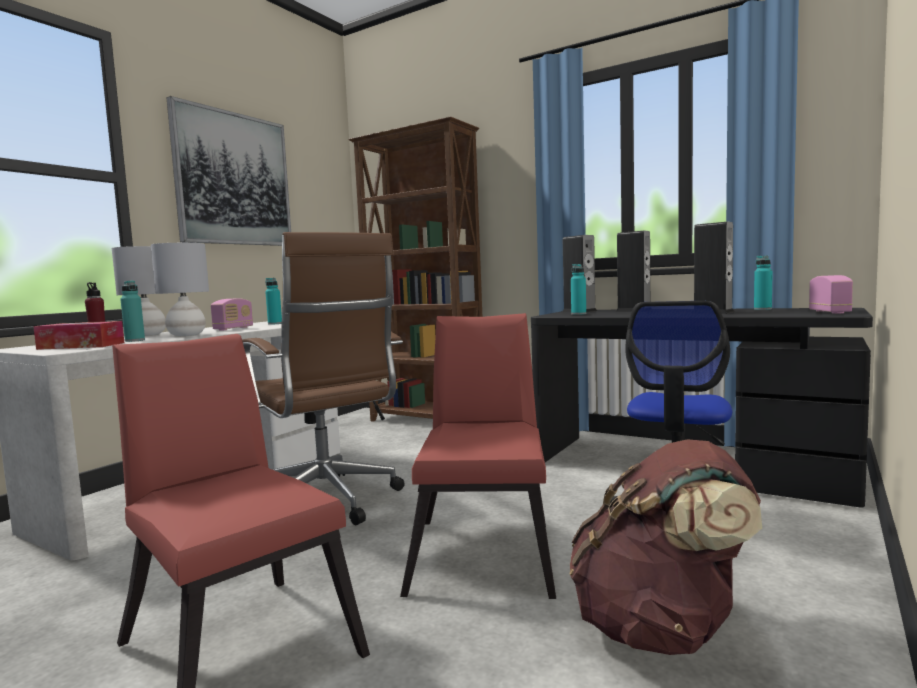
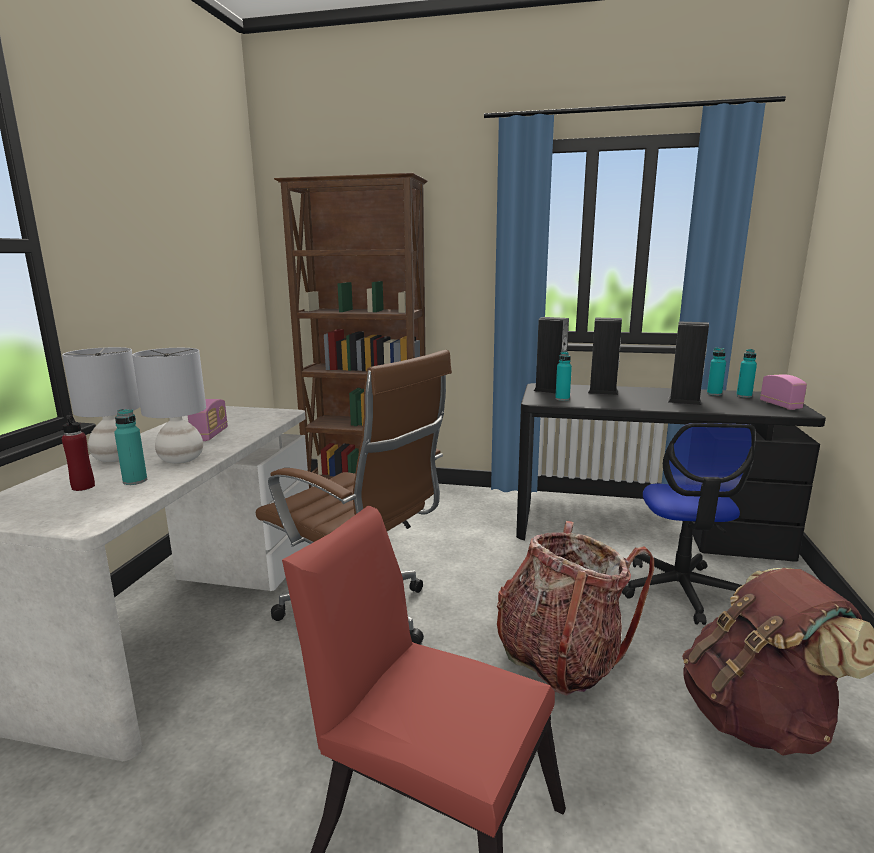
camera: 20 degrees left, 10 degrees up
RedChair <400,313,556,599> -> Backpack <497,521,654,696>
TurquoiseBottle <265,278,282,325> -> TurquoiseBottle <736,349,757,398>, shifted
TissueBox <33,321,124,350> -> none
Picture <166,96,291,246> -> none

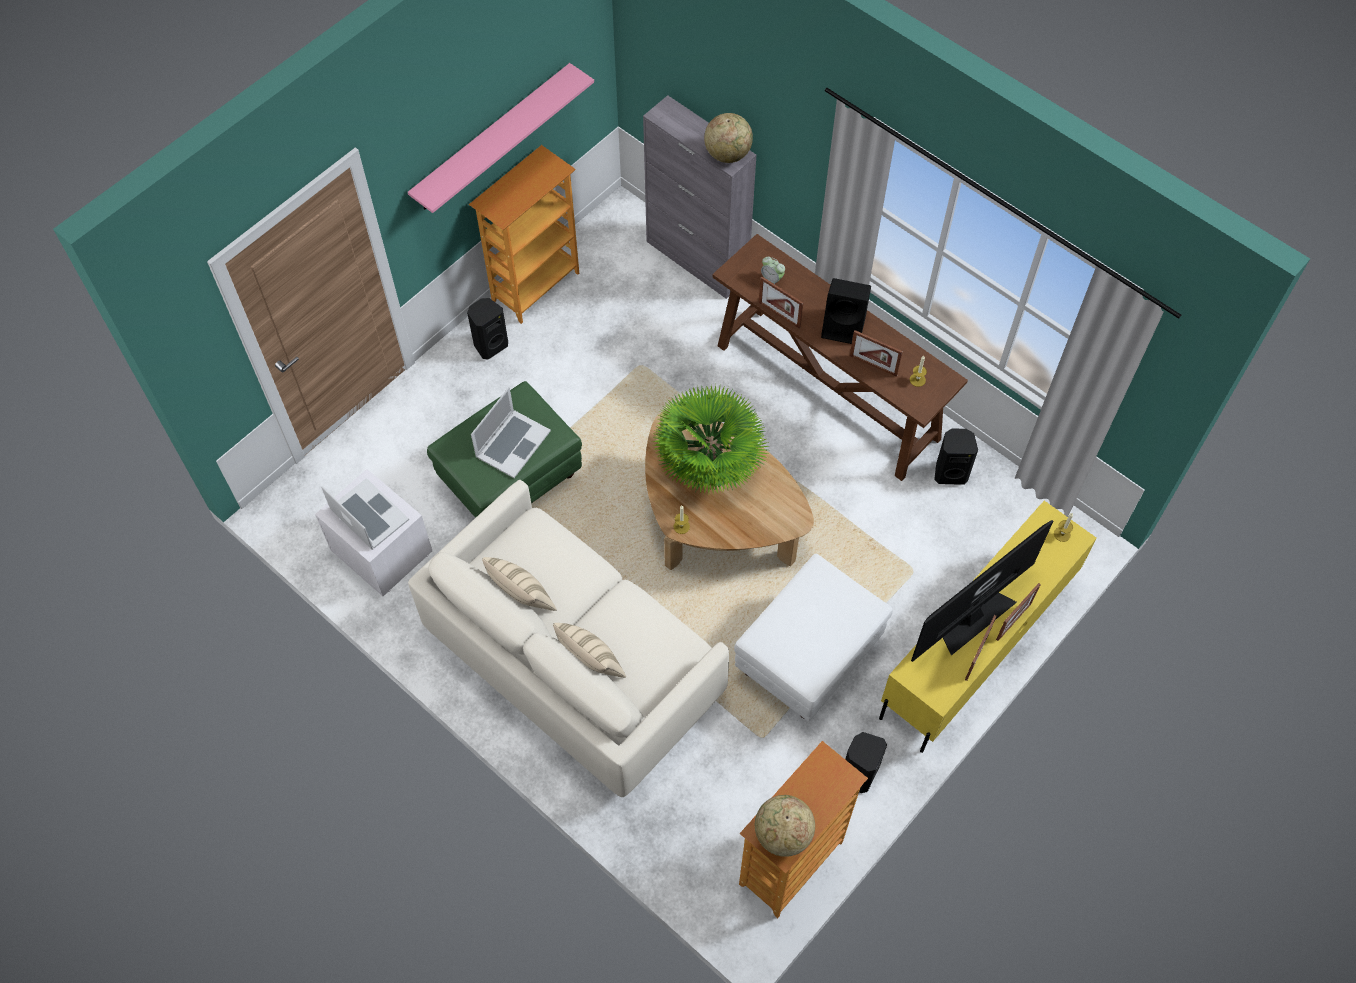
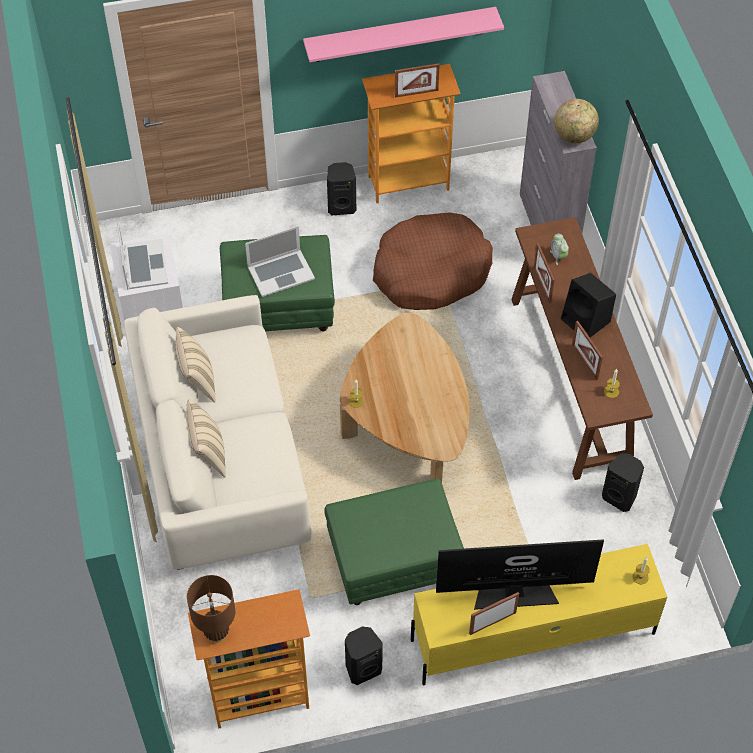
camera: 35 degrees right, 5 degrees down
Globe <755,795,815,857> -> BrownTableLamp <187,575,235,643>
WhiteOttoman <734,554,893,722> -> GreenOttoman <324,478,464,605>
none -> BrownDogBed <373,213,493,310>
PictureFrame <996,583,1041,641> -> PictureFrame <395,63,440,98>, shifted
PottedPlant <652,385,769,494> -> none

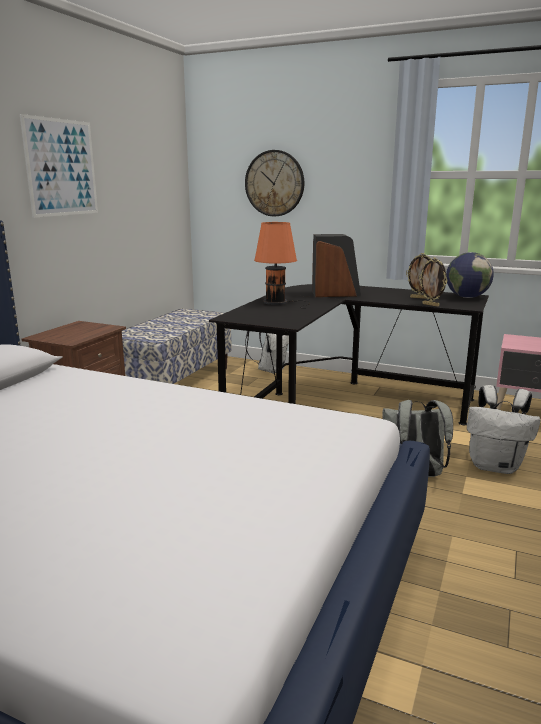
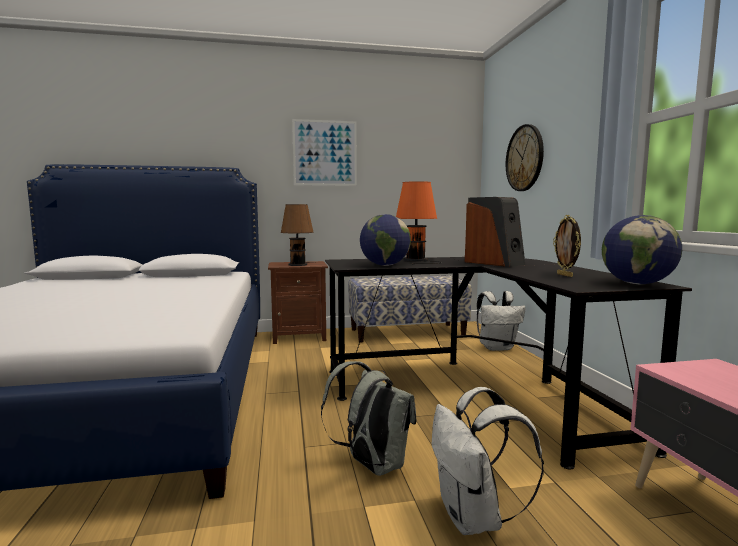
camera: 55 degrees right, 10 degrees down
none -> BrownTableLamp <280,204,315,266>
none -> Globe <360,214,411,266>
PictureFrame <419,257,448,307> -> none

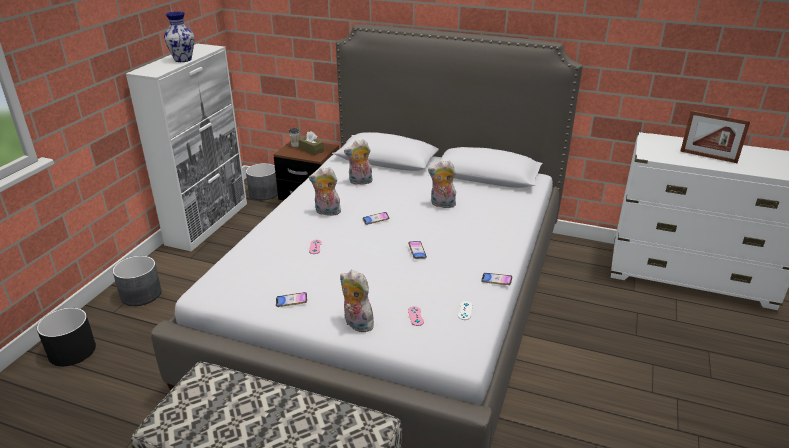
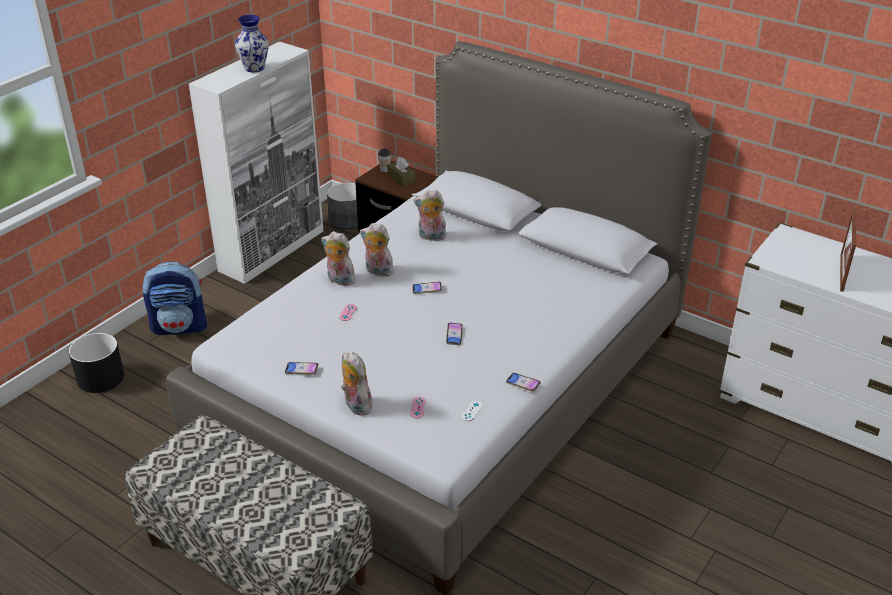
camera: 15 degrees right, 5 degrees up
GreyPlanter <113,256,161,306> -> Backpack <143,261,207,335>
PlushToy <428,161,456,208> -> PlushToy <321,231,359,286>, shifted
PictureFrame <680,110,751,163> -> PictureFrame <840,210,856,292>, 60 degrees clockwise

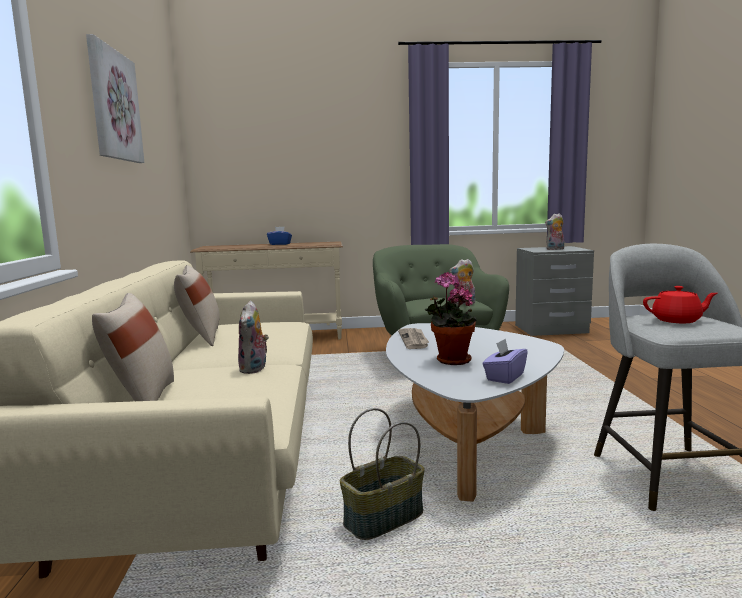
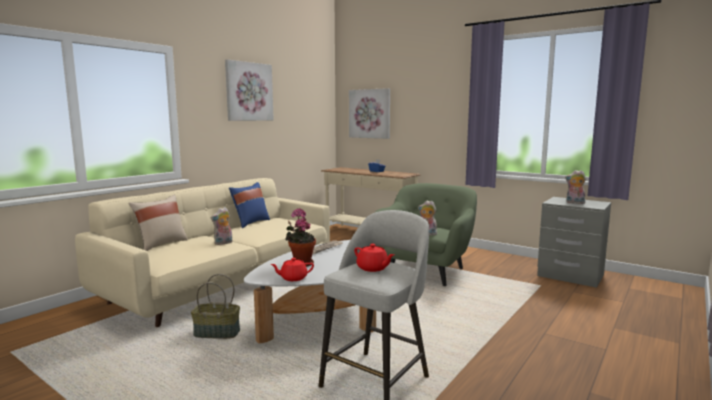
camera: 40 degrees right, 0 degrees up
BeigePillow <174,265,220,346> -> BluePillow <229,182,270,228>
PurpleTissueBox <483,339,528,384> -> RedTeapot <270,258,314,281>
none -> Picture <349,88,390,139>

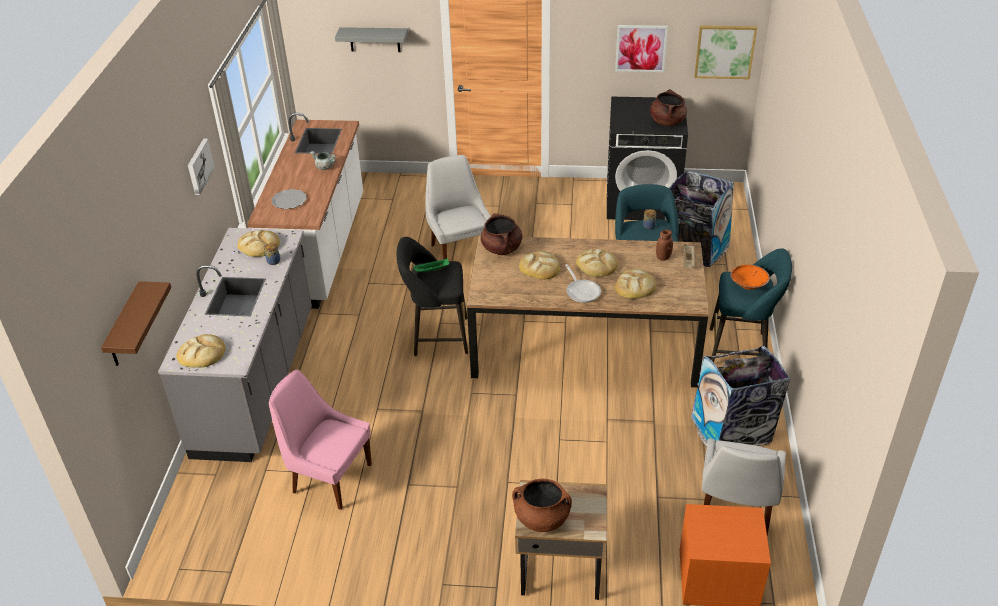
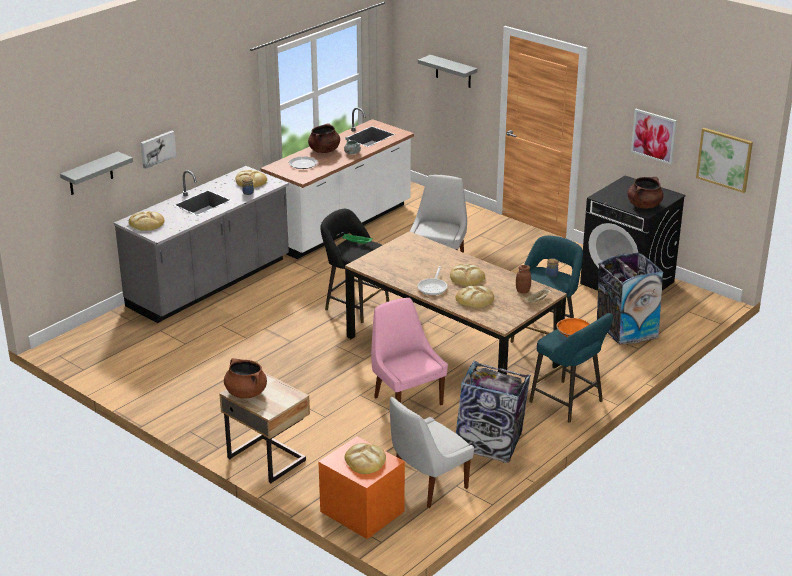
camera: 35 degrees right, 10 degrees down
BrownShelf <101,281,171,366> -> GreyShelf <60,151,133,195>
Picture <188,139,215,195> -> Picture <141,131,176,169>, shifted
BrownCookingPot <481,213,522,255> -> BrownCookingPot <308,123,340,153>, shifted
Bread <519,251,560,280> -> Bread <345,443,386,474>, shifted
PinkChair <269,370,372,510> -> PinkChair <371,298,448,405>, shifted

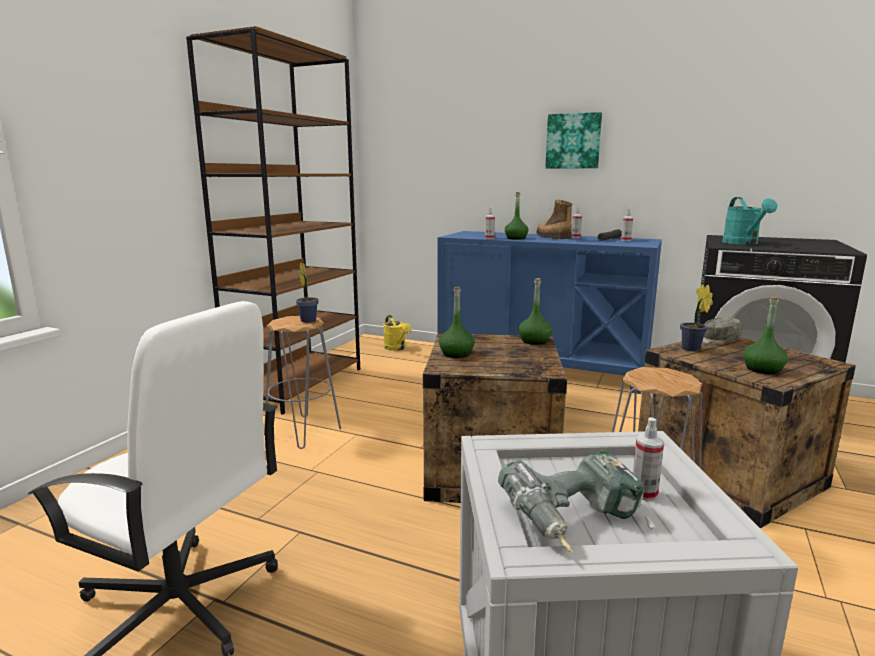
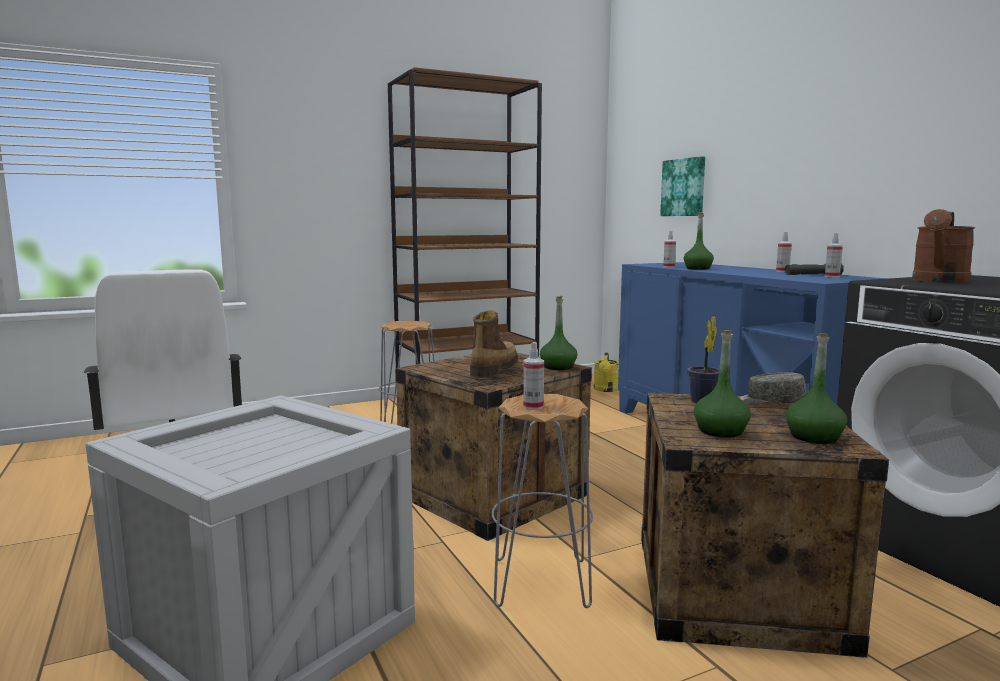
camera: 40 degrees right, 5 degrees down
Boot <536,200,572,239> -> Boot <470,310,518,378>, shifted
SprayBottle <633,417,664,501> -> SprayBottle <523,342,544,410>, shifted
Picture <545,112,602,169> -> Picture <660,156,705,216>, shifted
GreenBottle <439,287,475,358> -> GreenBottle <786,333,847,444>, shifted
TurquoiseWateringCan <722,197,777,245> -> BrownWateringCan <912,209,976,283>
PottedPlant <296,261,319,323> -> none
PowerDrill <498,451,655,553> -> none

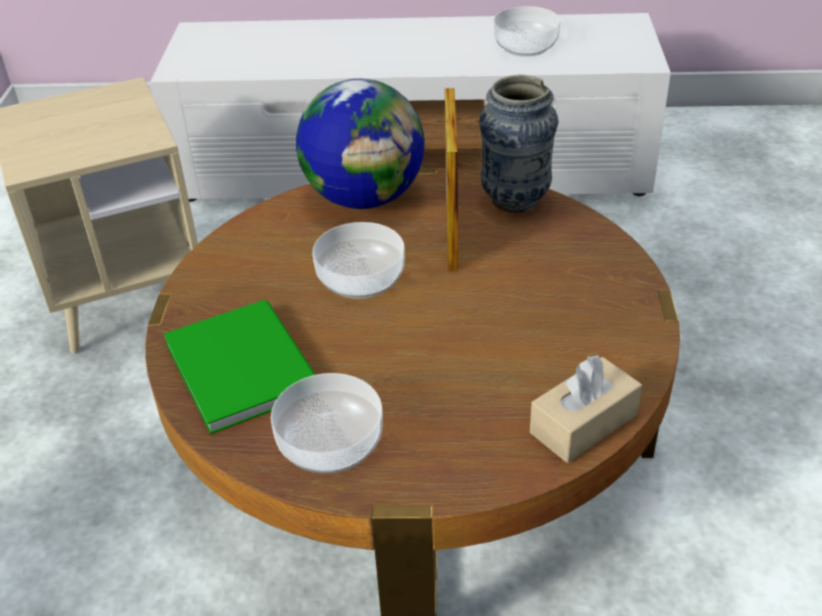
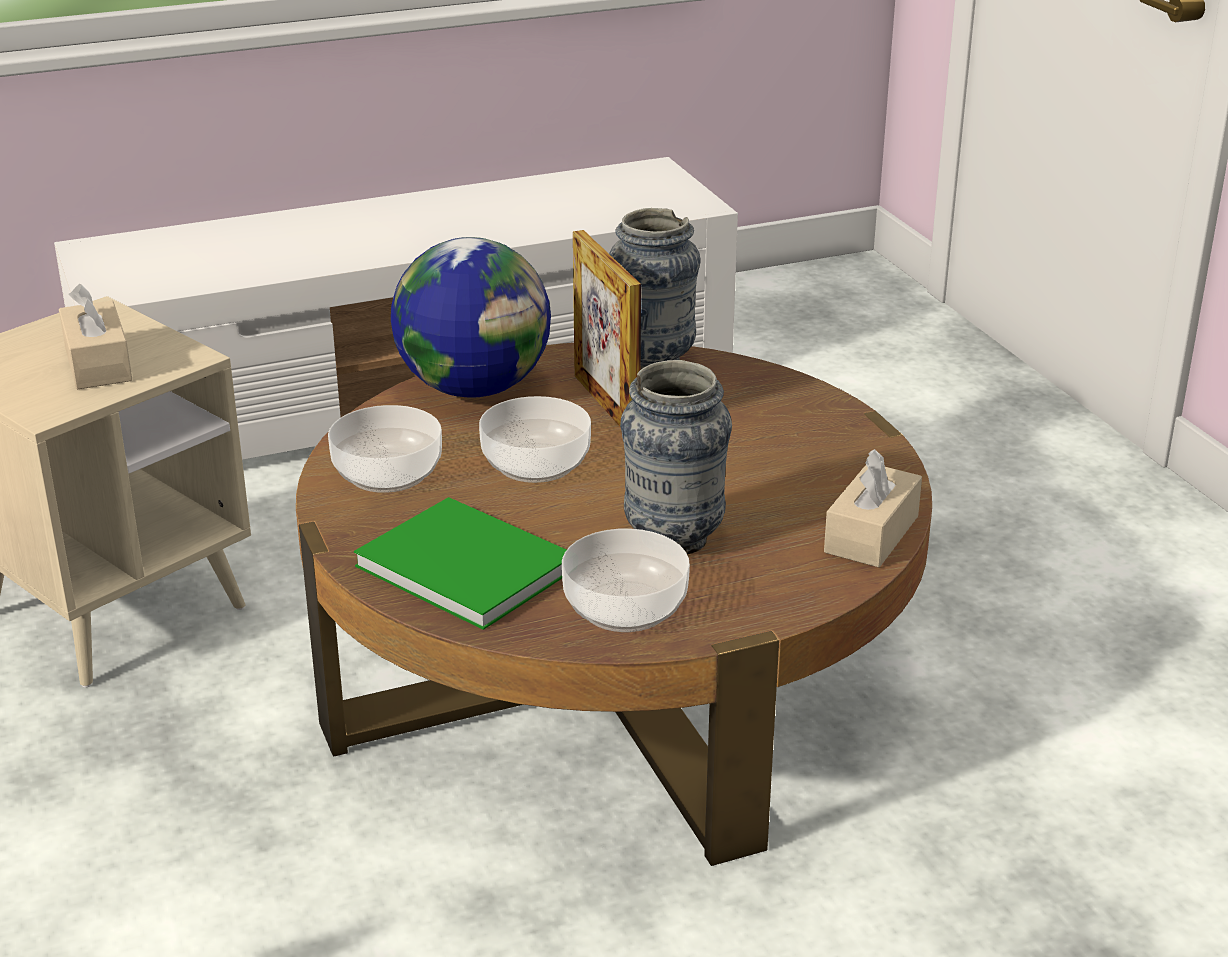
camera: 25 degrees left, 10 degrees down
none -> BeigeTissueBox <59,284,132,390>
Bowl <493,6,560,57> -> Bowl <328,405,442,493>, shifted
none -> Vase <620,360,732,554>

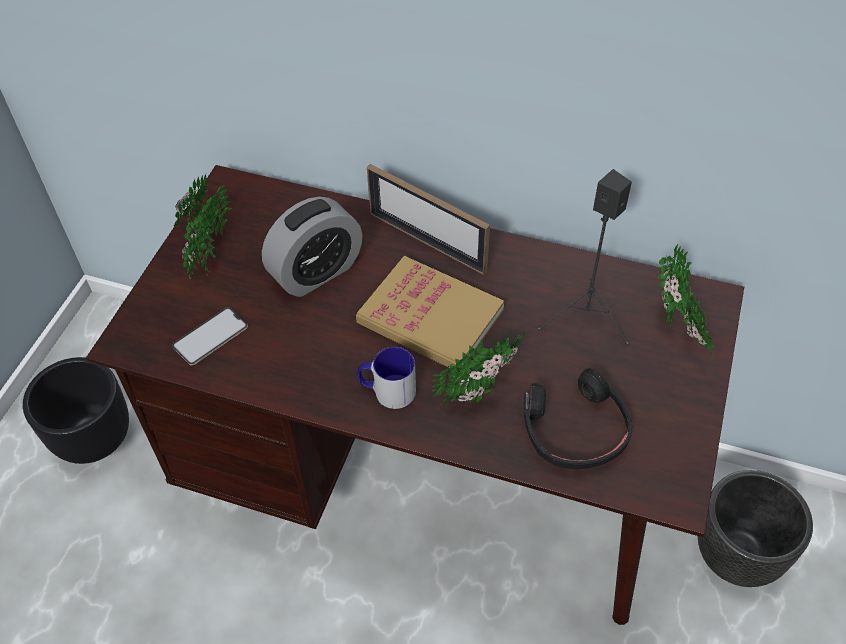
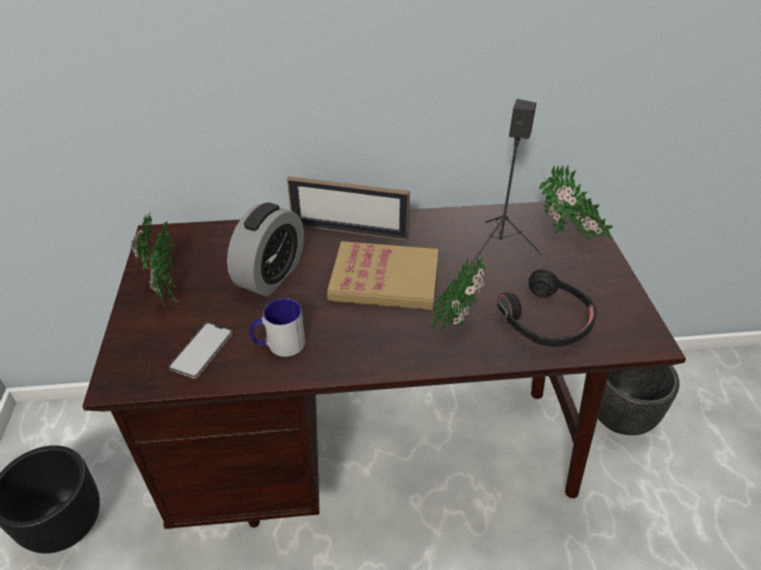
camera: 25 degrees left, 10 degrees down
Mug <357,347,416,409> -> Mug <250,298,305,357>, shifted

